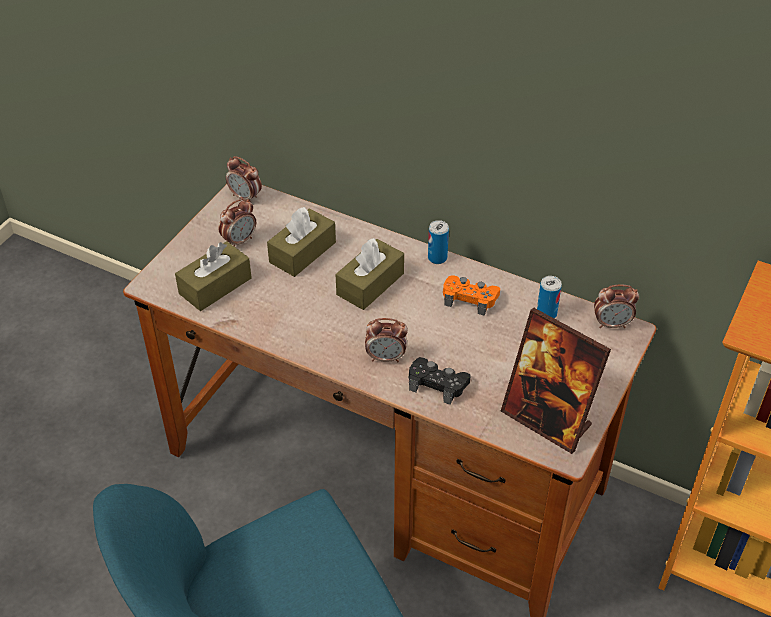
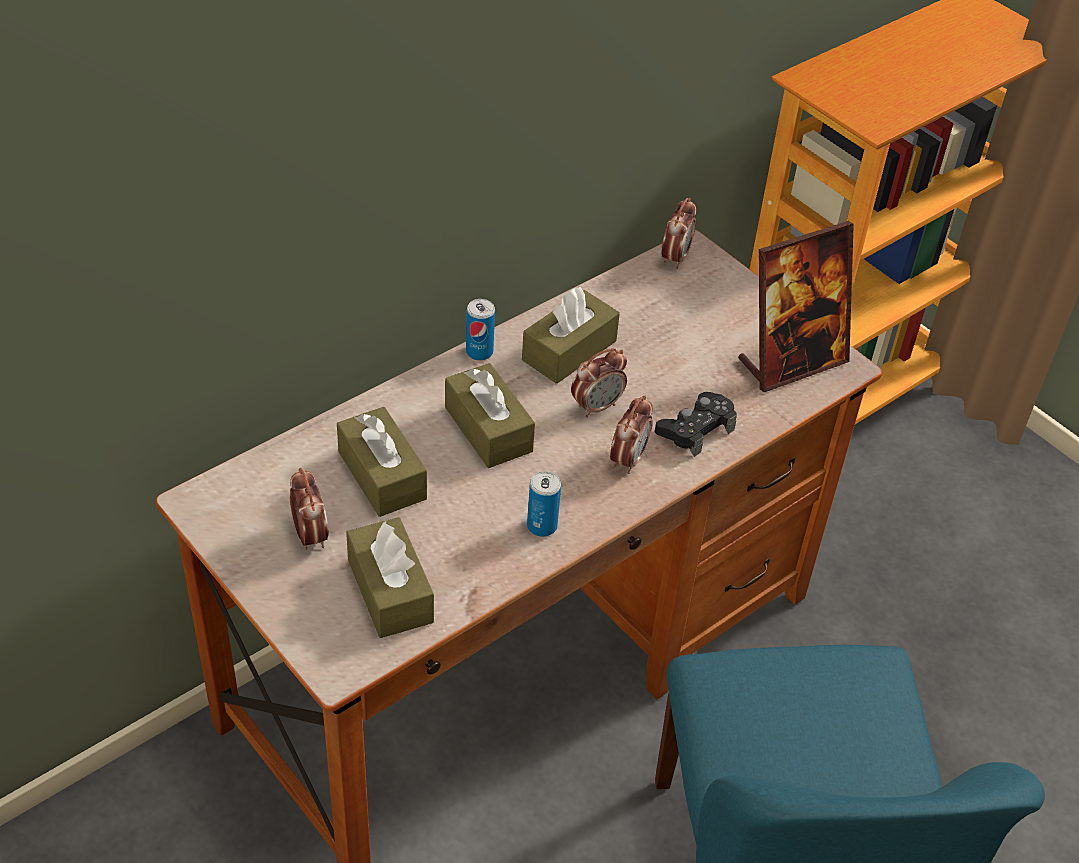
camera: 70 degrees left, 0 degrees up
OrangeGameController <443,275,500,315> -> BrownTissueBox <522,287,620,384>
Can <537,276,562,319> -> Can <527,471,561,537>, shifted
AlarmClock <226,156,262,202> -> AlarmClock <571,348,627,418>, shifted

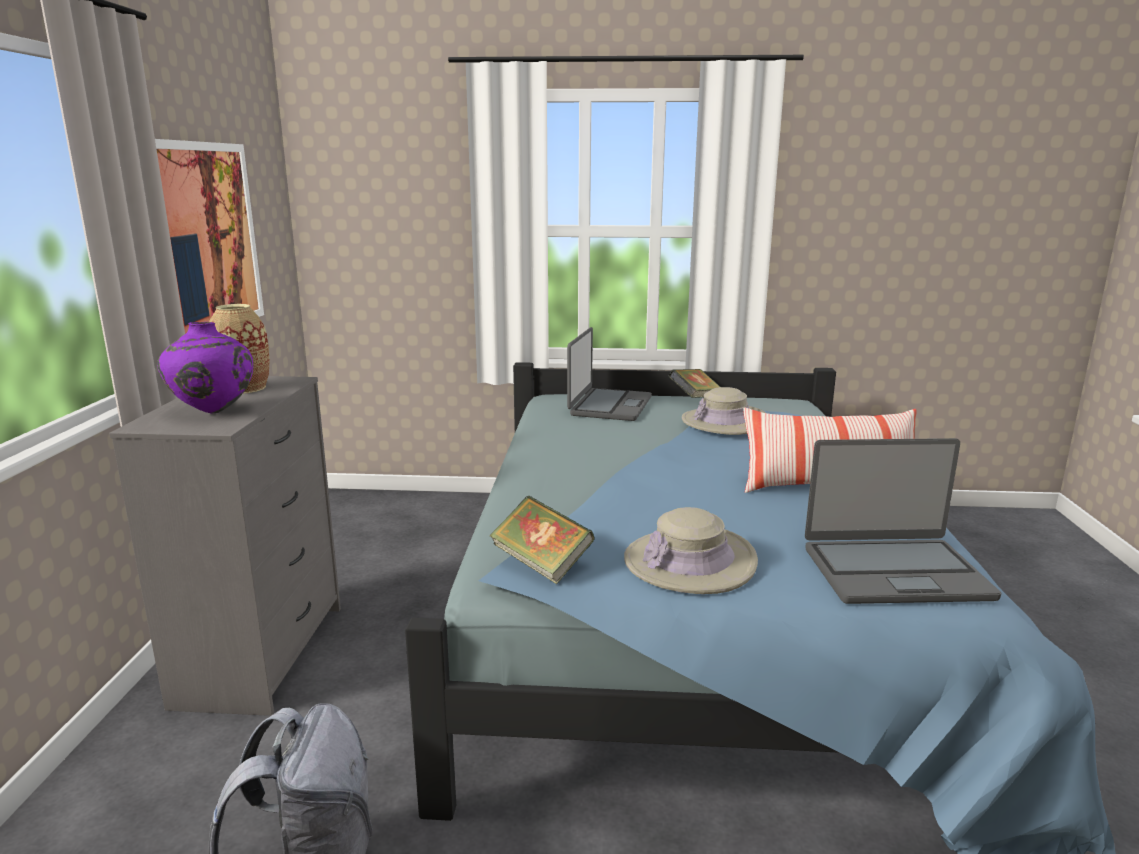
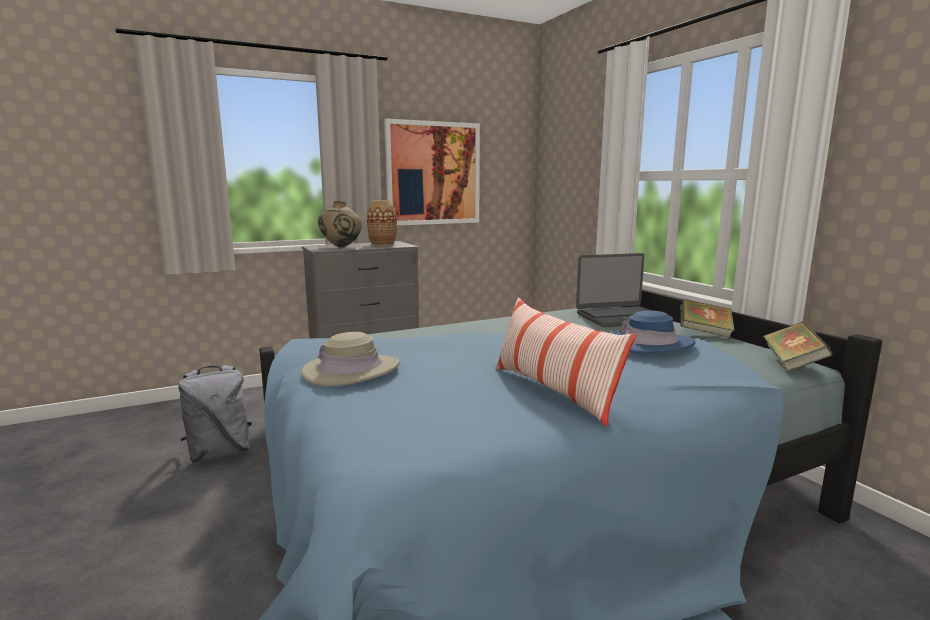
camera: 60 degrees right, 5 degrees down
PurpleVase <157,322,253,413> -> BeigeVase <318,201,362,247>
BeigeHat <682,387,766,435> -> BlueHat <611,310,695,354>
Book <490,496,595,584> -> Book <763,322,833,372>, shifted
Laptop <805,438,1001,604> -> none

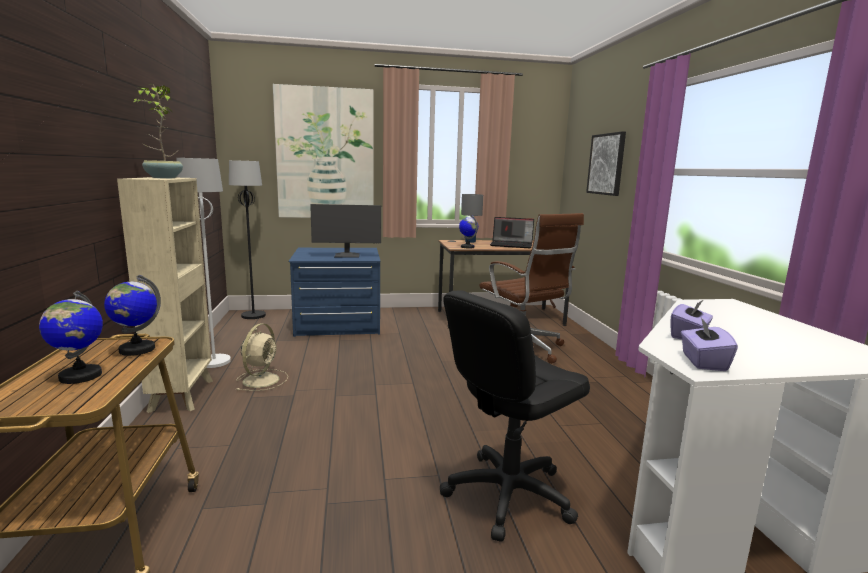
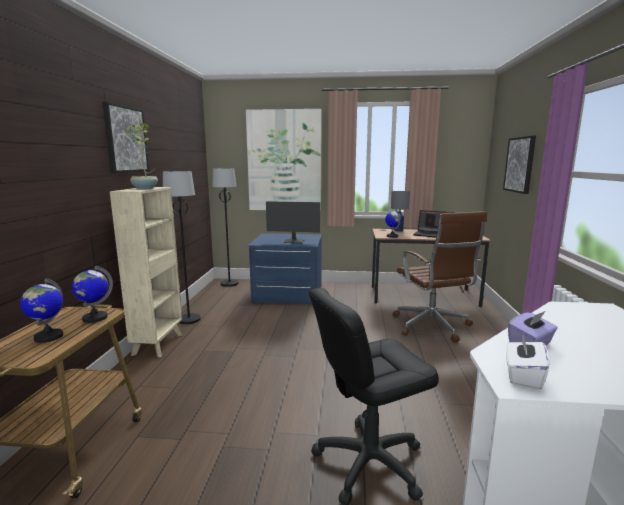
camera: 15 degrees right, 0 degrees up
none -> Picture <102,101,149,173>
WhiteFloorLamp <176,158,231,368> -> BlackFloorLamp <163,171,201,324>
PurpleTissueBox <681,318,738,371> -> WhiteTissueBox <506,334,549,390>
BeigeFan <236,323,288,391> -> none

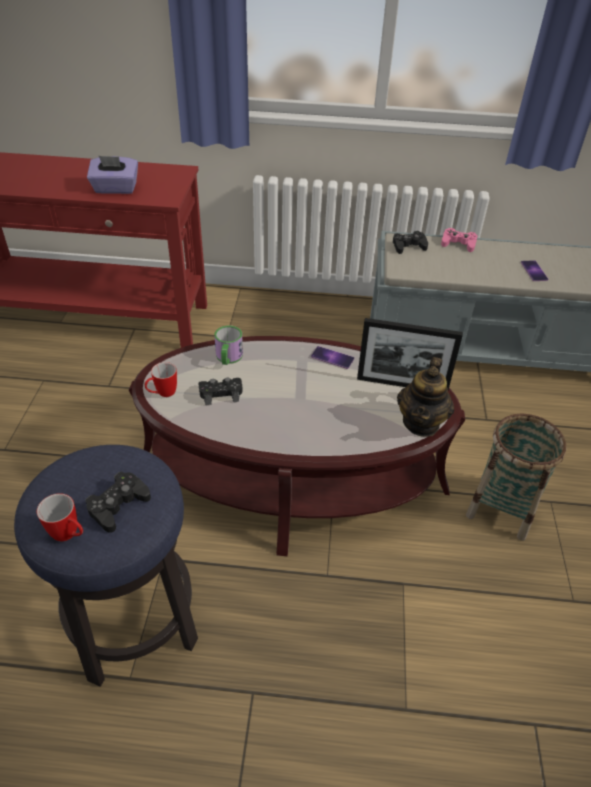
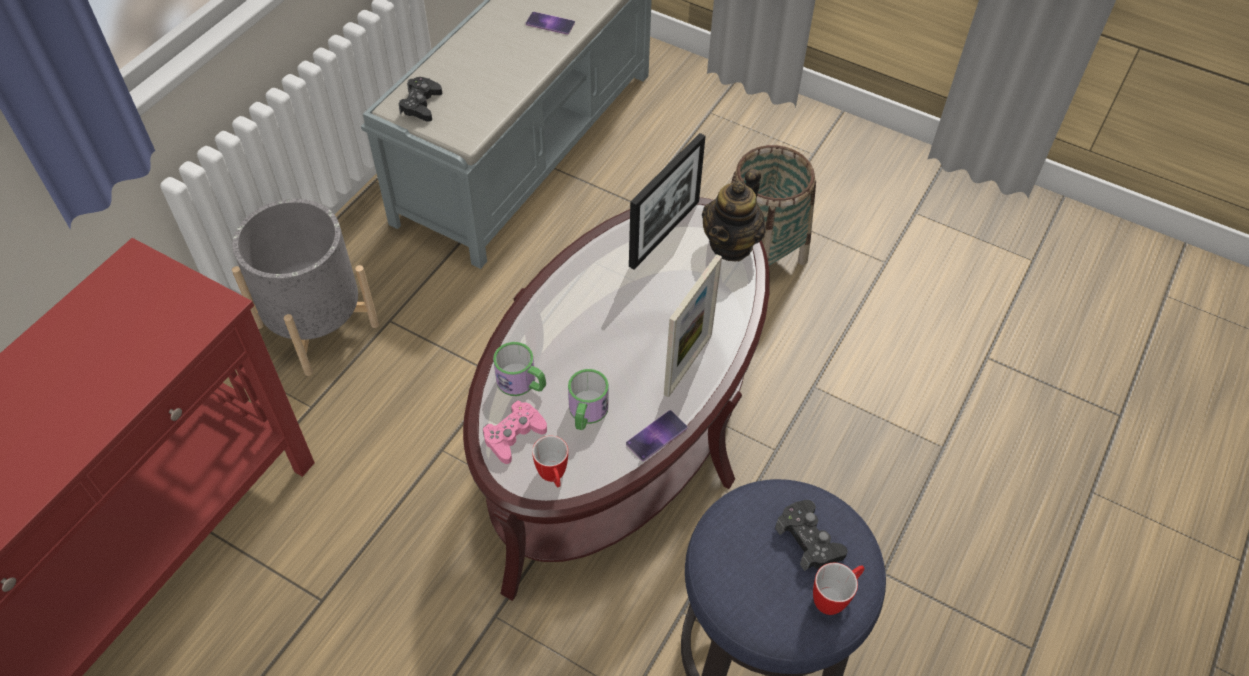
camera: 65 degrees left, 10 degrees up
none -> GreyPlanter <232,199,379,376>
PinkGameController <441,228,477,252> -> PinkGameController <483,400,547,464>, shifted
BlackGameController <198,377,242,405> -> Mug <568,369,609,430>
Phone <311,346,354,369> -> Phone <626,410,687,461>, shifted
none -> PictureFrame <664,254,722,397>
Teapot <397,357,454,437> -> Teapot <702,168,766,261>, 75 degrees clockwise
PurpleTissueBox <87,156,138,194> -> none

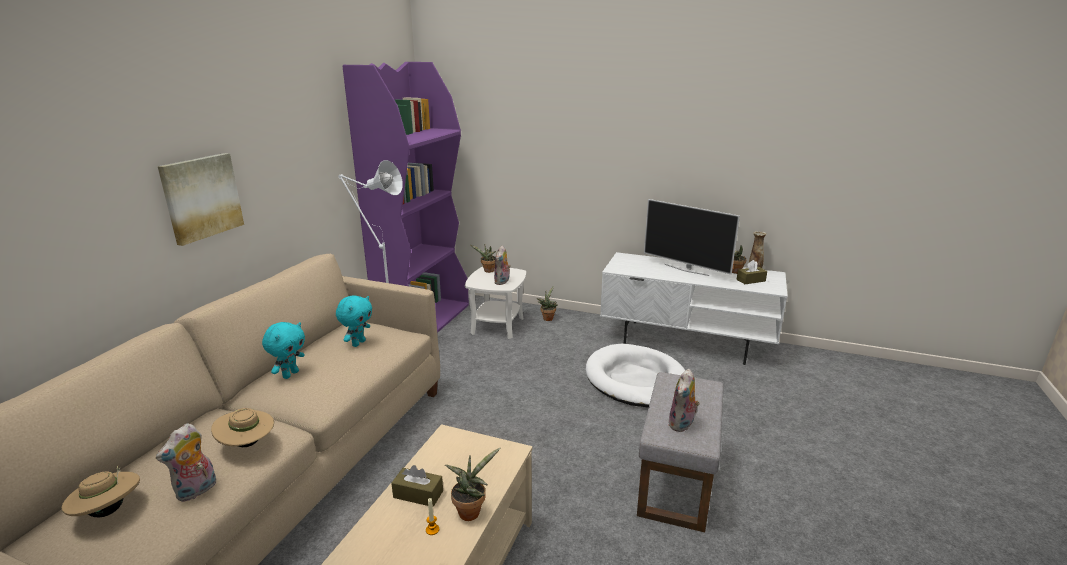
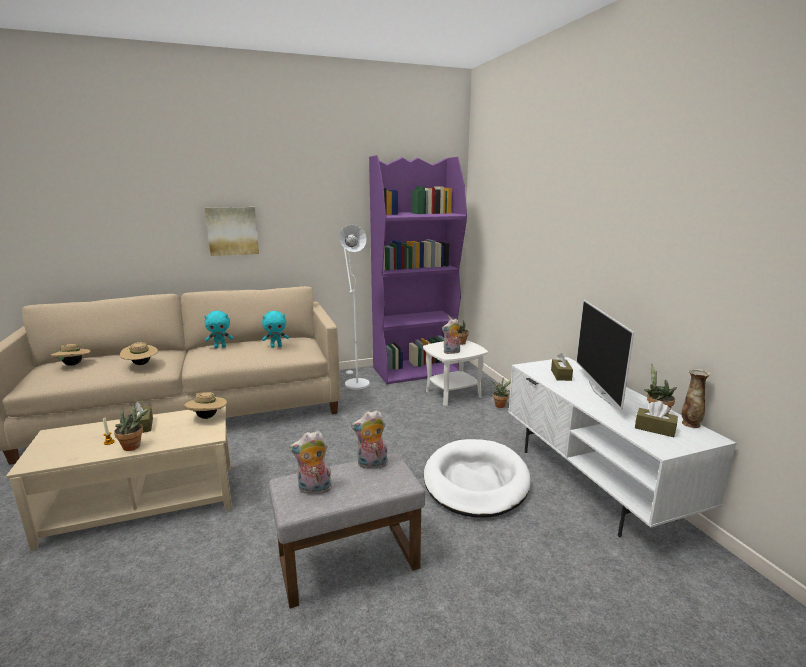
camera: 50 degrees right, 5 degrees down
none -> BeigeHat <184,392,227,419>
PlushToy <156,423,216,502> -> PlushToy <351,410,388,469>, shifted
none -> BrownTissueBox <551,353,573,381>

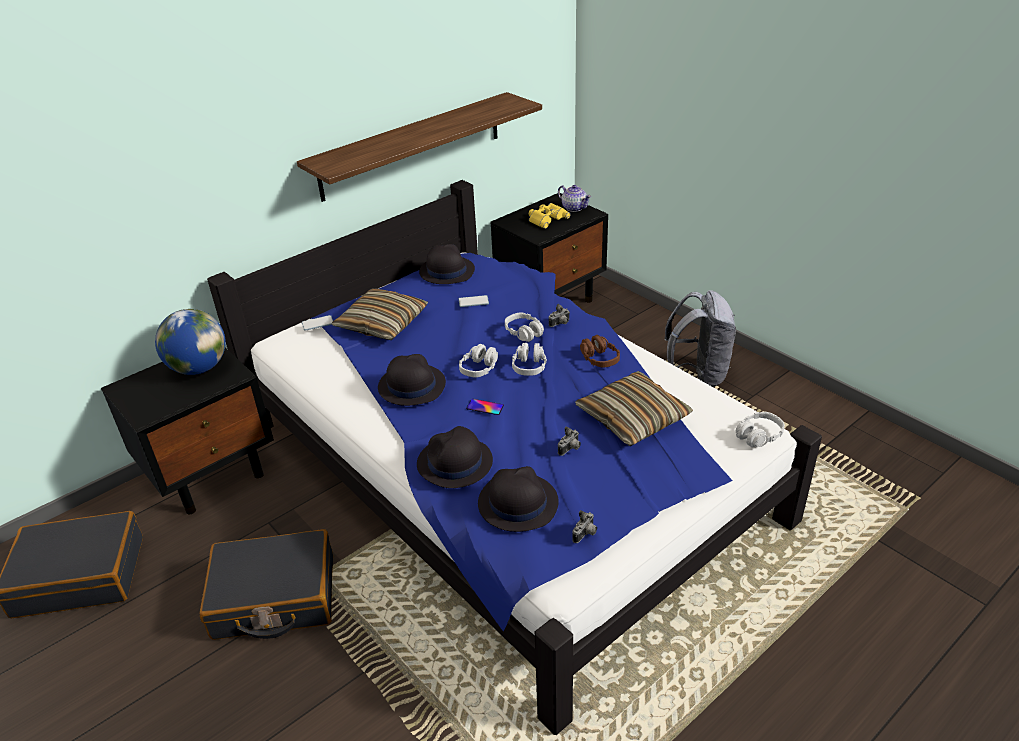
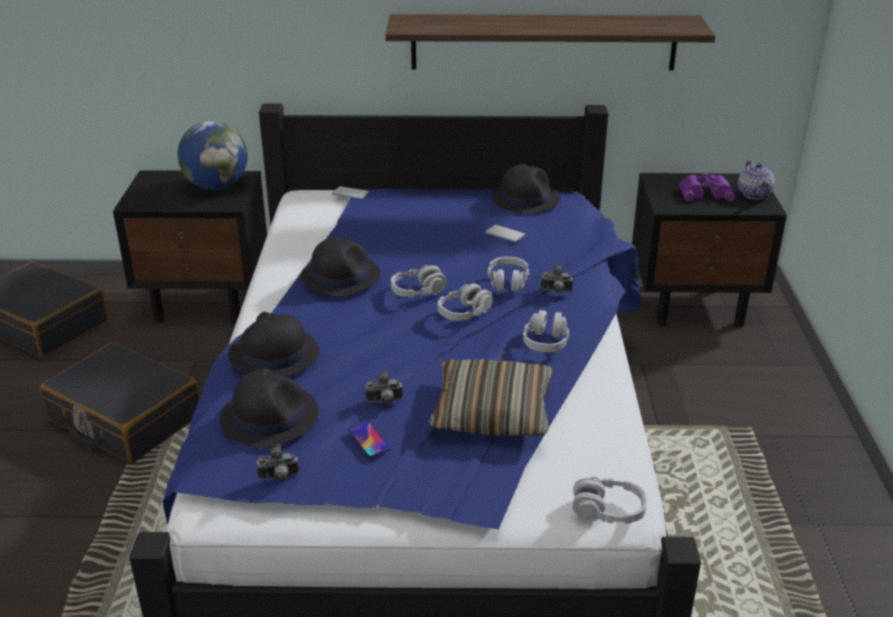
camera: 40 degrees right, 5 degrees down
Phone <466,399,504,415> -> Phone <348,422,390,457>, shifted
BrownHeadphones <580,335,620,368> -> GreyHeadphones <523,310,570,352>
YellowBinoculars <529,203,571,229> -> PurpleBinoculars <679,173,735,201>
Pillow <332,288,428,340> -> none
GreyBackpack <664,290,736,387> -> none

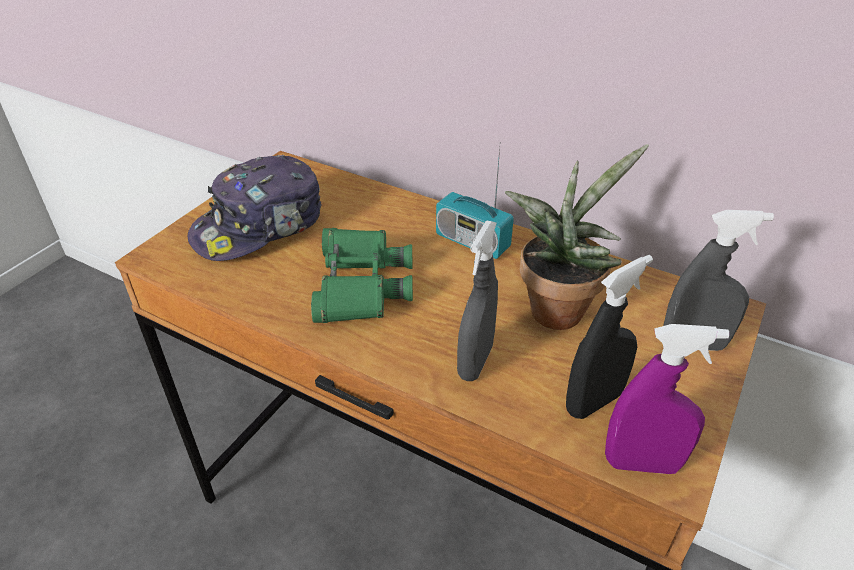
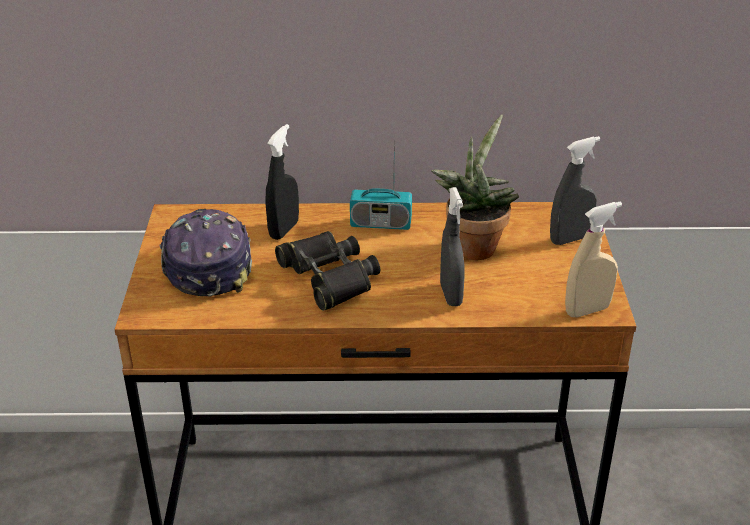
camera: 30 degrees left, 5 degrees down
Cap <188,155,321,261> -> Cap <160,209,252,297>, 150 degrees clockwise
BlackSprayBottle <566,255,653,419> -> BlackSprayBottle <265,124,299,240>, shifted
GreenBinoculars <311,228,413,323> -> BlackBinoculars <275,231,380,311>
PurpleSprayBottle <605,324,729,474> -> BeigeSprayBottle <565,201,622,318>

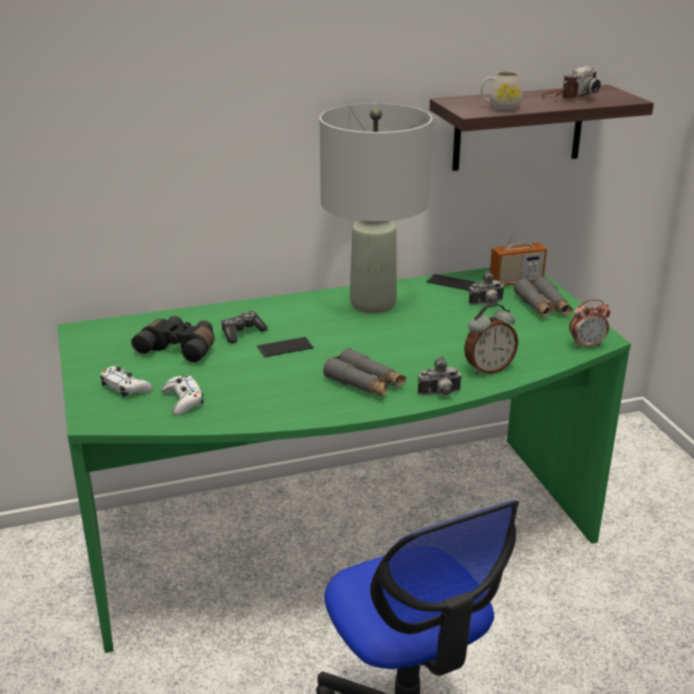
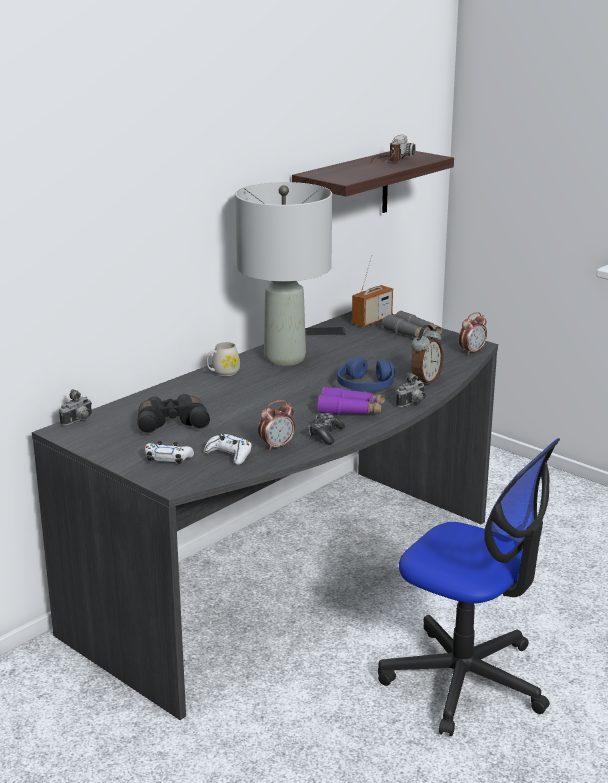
camera: 30 degrees left, 5 degrees down
GreenDesk <57,267,631,653> -> GreyDesk <32,311,498,720>
PhotoCamera <469,271,505,305> -> PhotoCamera <59,389,92,426>, shifted
WhiteMug <481,71,522,111> -> WhiteMug <206,342,240,376>, shifted
none -> AlarmClock <258,400,295,451>
GameController <221,311,268,343> -> GameController <309,413,345,445>, shifted
GreyBinoculars <323,348,406,397> -> PurpleBinoculars <318,387,385,414>
none -> BlueHeadphones <337,357,395,391>
Phone <257,337,314,357> -> none

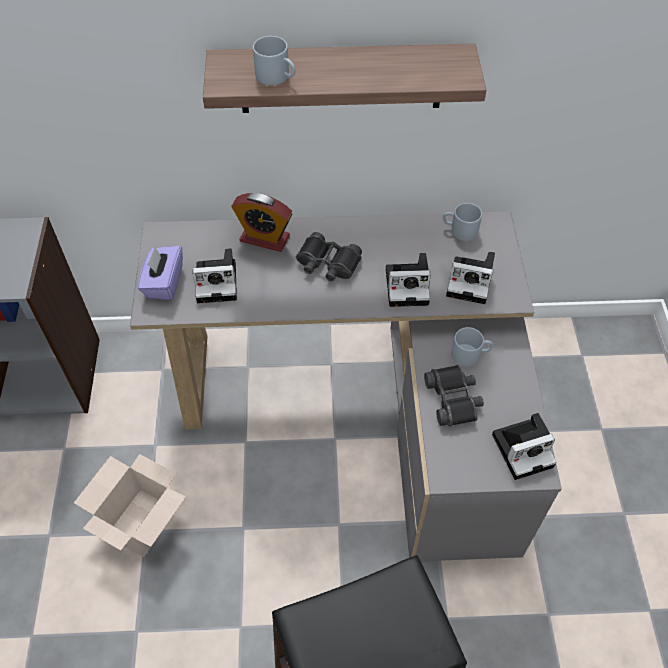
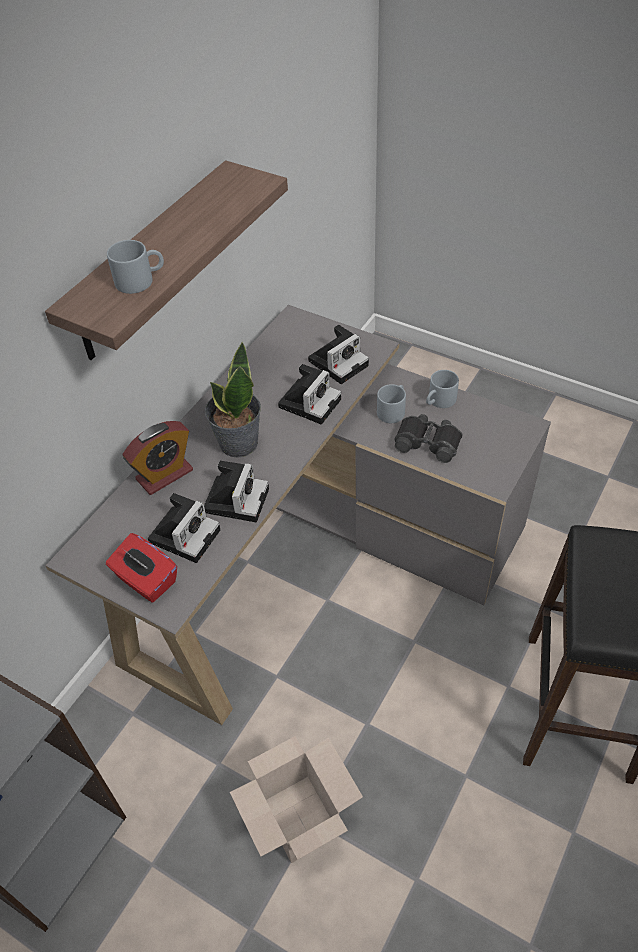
camera: 55 degrees left, 5 degrees down
PurpleTissueBox <138,246,183,300> -> RedTissueBox <106,533,177,602>
PhotoCamera <492,413,557,480> -> PhotoCamera <204,461,269,522>, shifted
BlackBinoculars <296,232,362,281> -> PottedPlant <205,342,261,458>
GreyMug <443,203,482,241> -> GreyMug <426,370,459,408>, shifted

